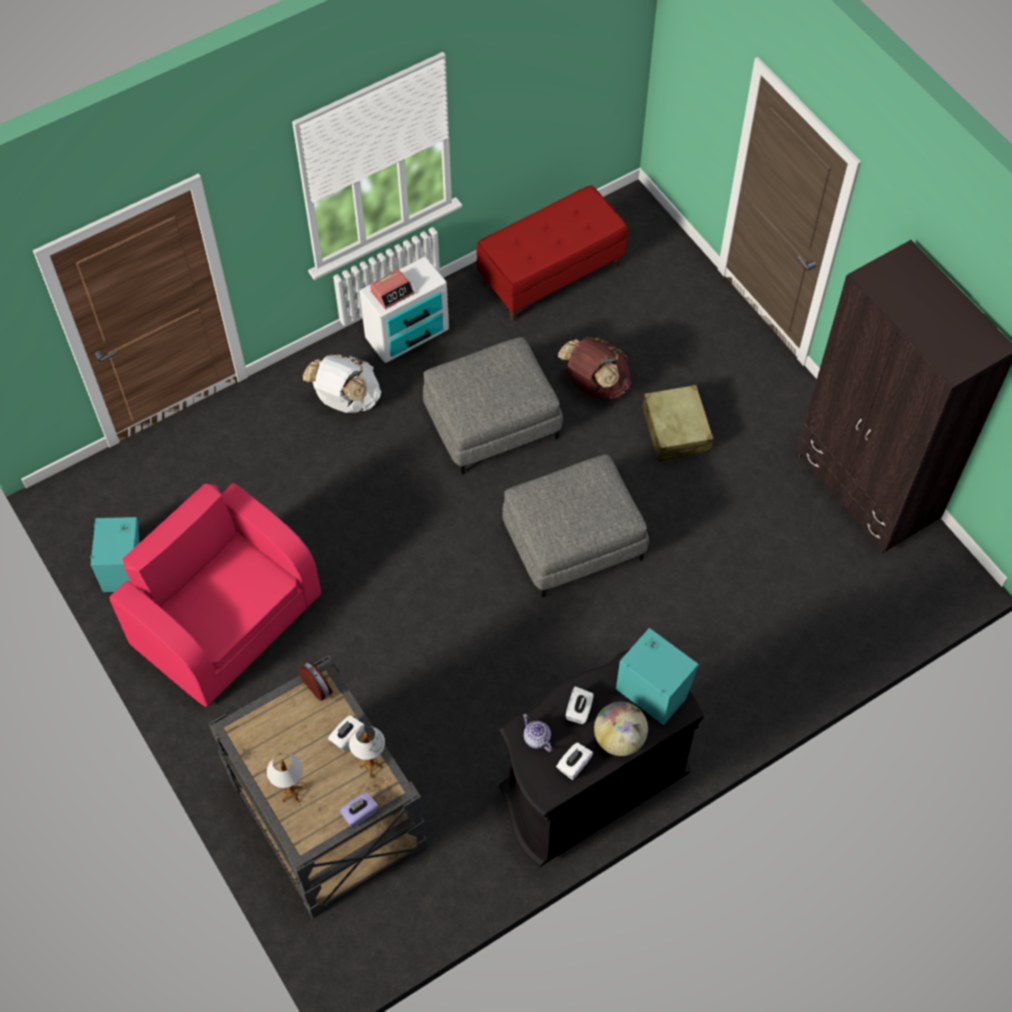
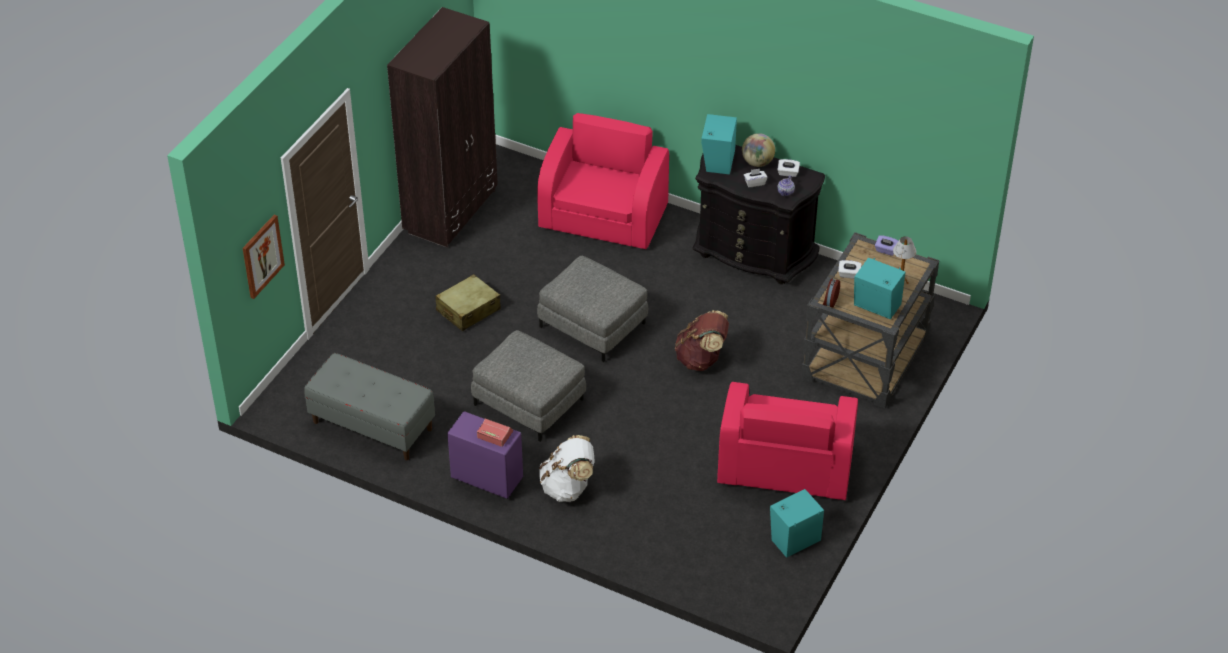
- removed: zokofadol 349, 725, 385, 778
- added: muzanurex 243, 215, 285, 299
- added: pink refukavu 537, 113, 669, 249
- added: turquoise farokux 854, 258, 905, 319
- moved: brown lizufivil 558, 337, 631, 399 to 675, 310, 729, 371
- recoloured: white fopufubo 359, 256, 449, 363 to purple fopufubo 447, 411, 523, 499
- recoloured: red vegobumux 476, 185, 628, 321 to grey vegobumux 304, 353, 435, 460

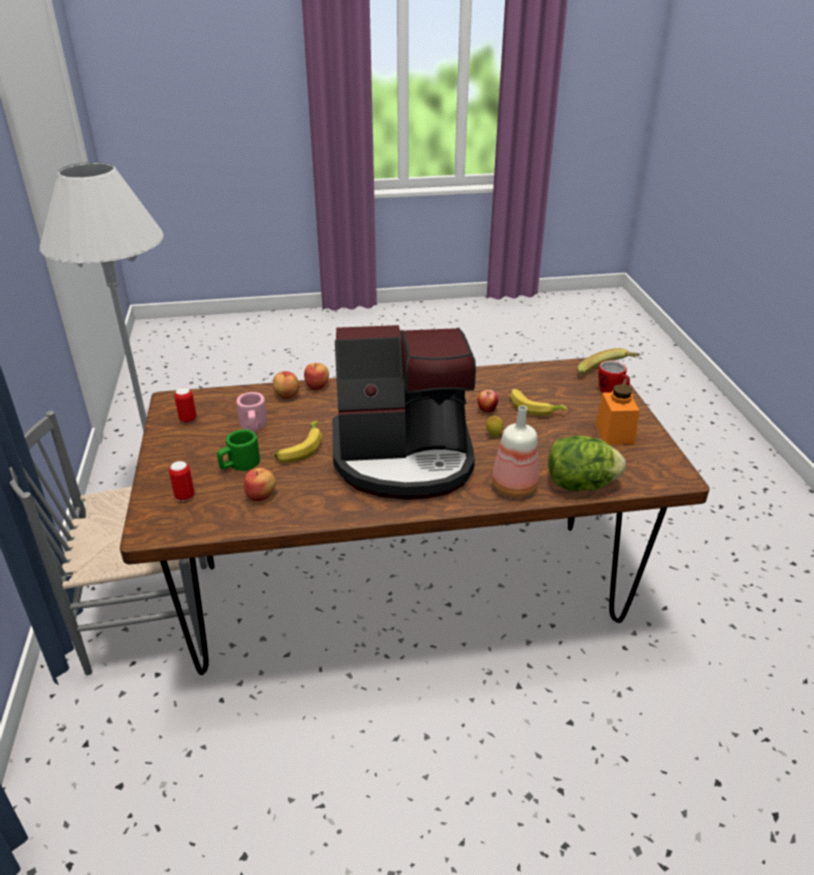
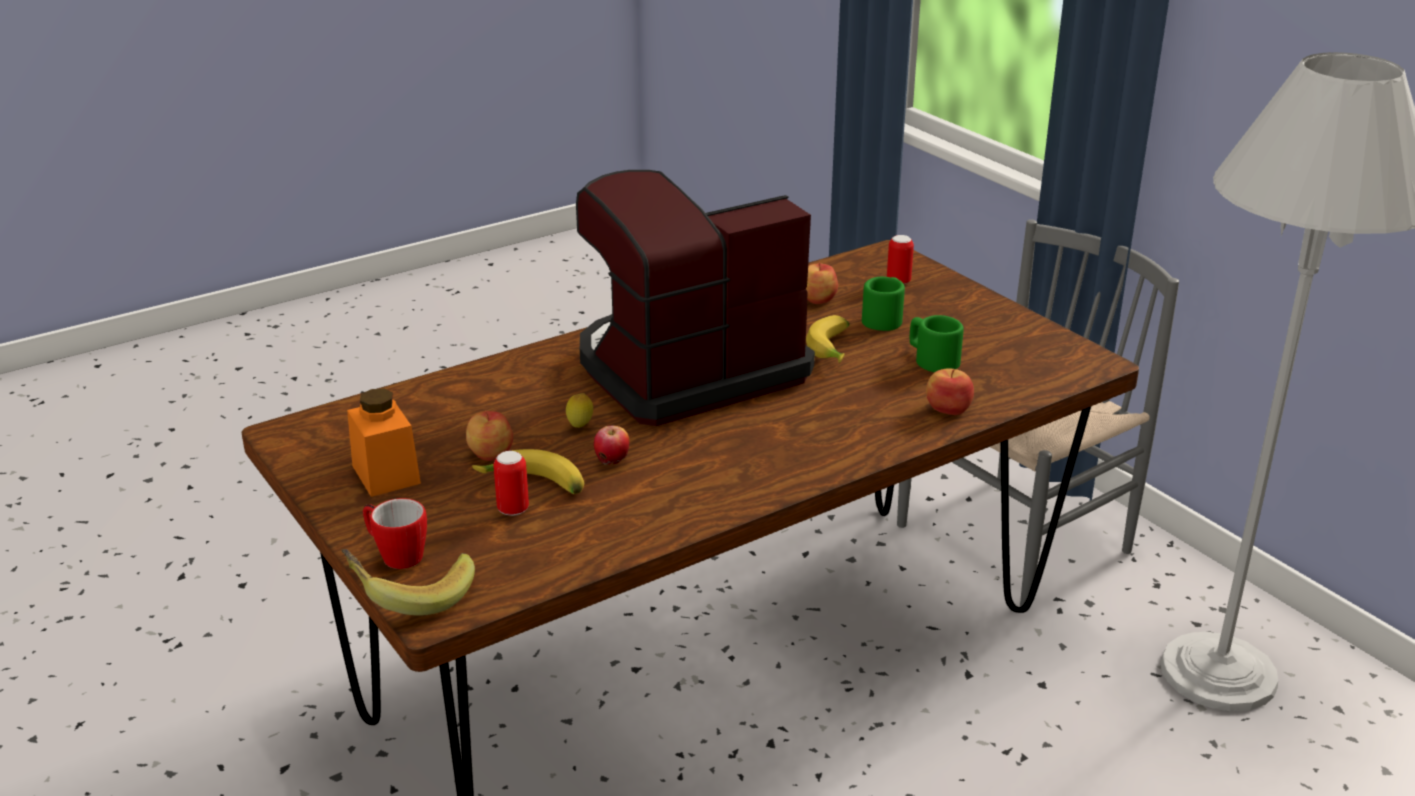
- removed: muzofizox 492, 405, 539, 497
- removed: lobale 548, 436, 626, 491
- moved: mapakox 174, 387, 197, 423 to 493, 451, 529, 516
- moved: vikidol 304, 363, 329, 390 to 466, 411, 513, 461
- recoloured: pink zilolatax 236, 392, 267, 433 to green zilolatax 910, 315, 964, 372

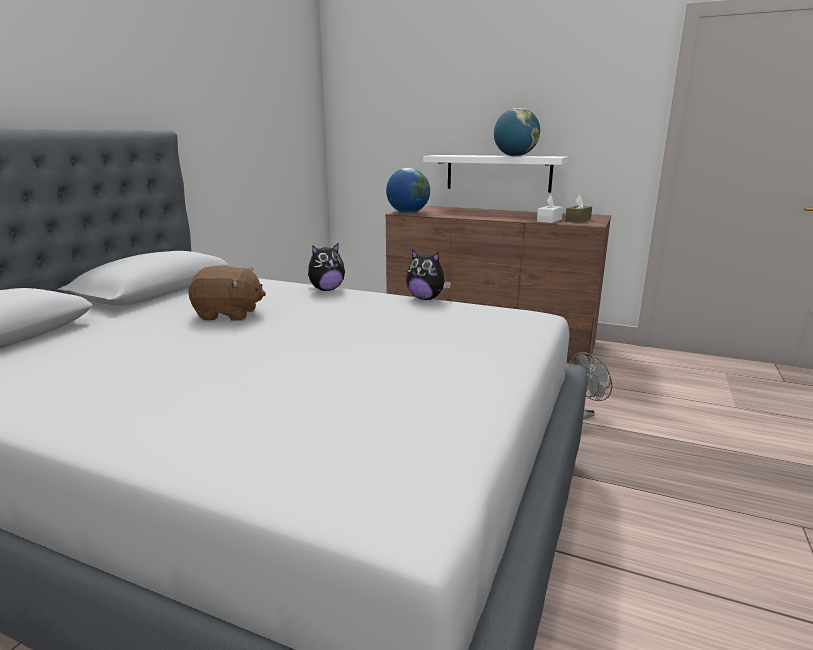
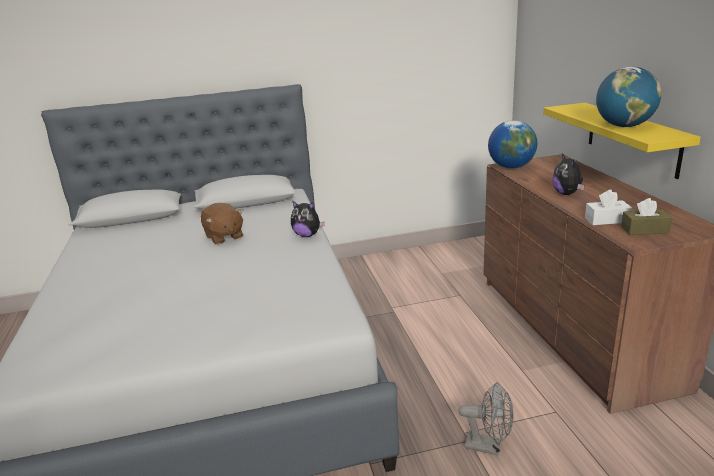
- moved: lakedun 406, 249, 451, 300 to 552, 153, 584, 195
- recoloured: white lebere 423, 155, 568, 193 to yellow lebere 543, 103, 701, 179

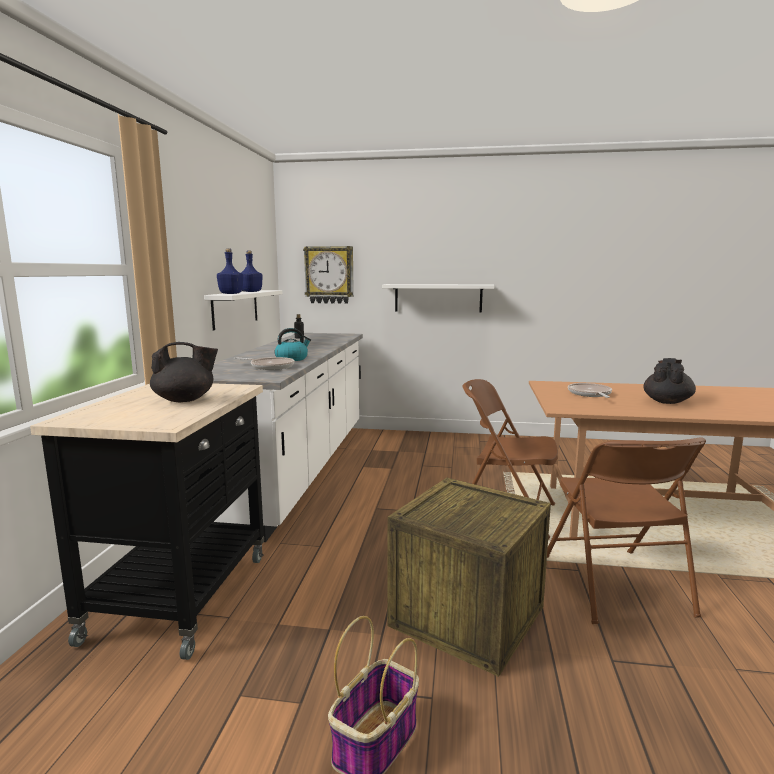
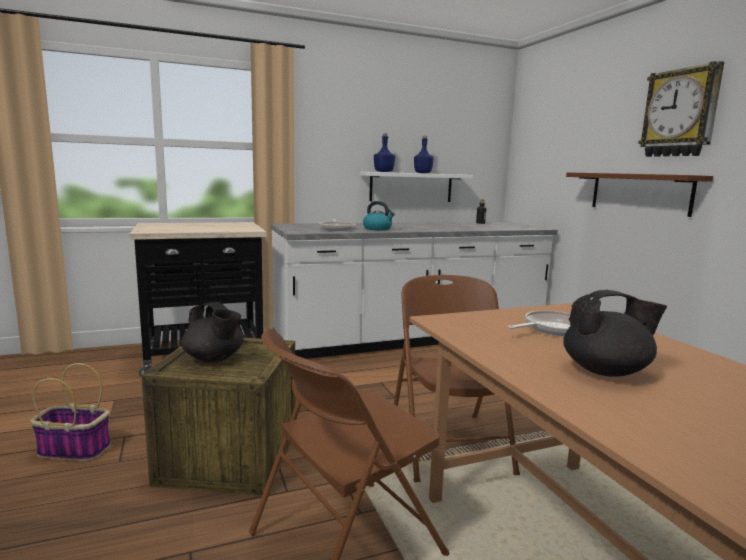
- moved: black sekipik 150, 342, 218, 402 to 181, 302, 244, 363
- moved: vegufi 303, 246, 354, 304 to 638, 61, 724, 157
- recoloured: white lebere 382, 284, 494, 312 to brown lebere 566, 172, 713, 217

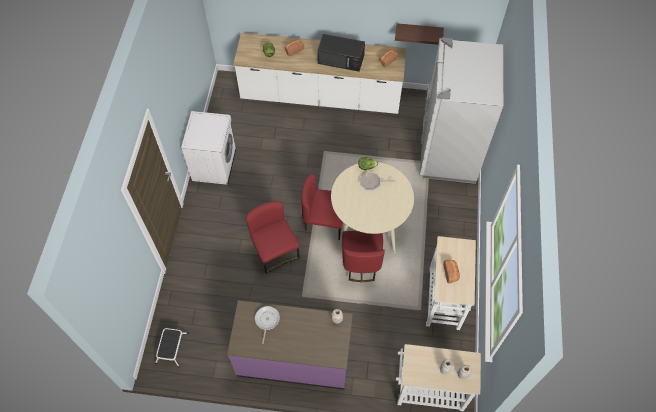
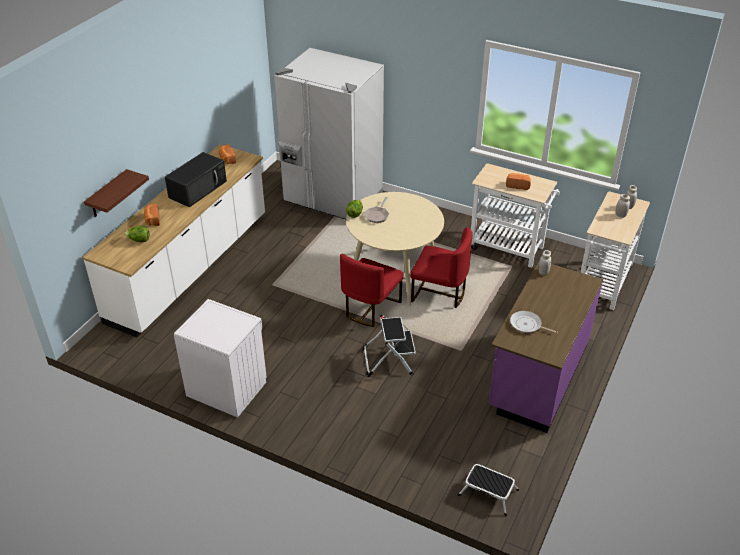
- moved: lebere 395, 23, 444, 45 to 84, 169, 149, 217
- replaced: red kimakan 246, 201, 300, 273 to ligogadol 362, 315, 416, 377

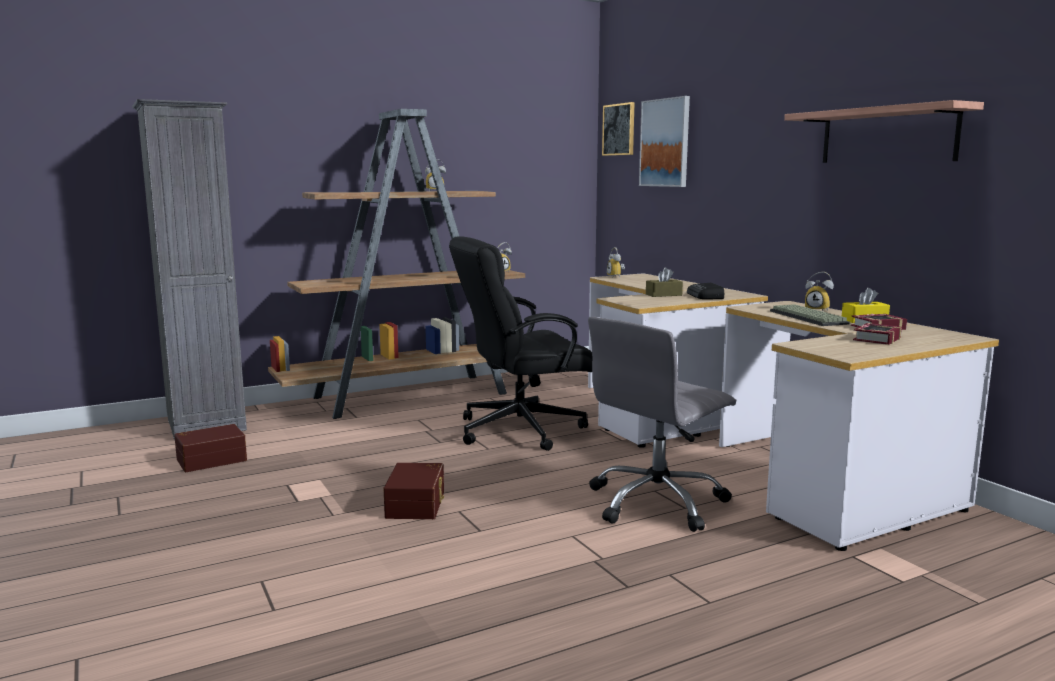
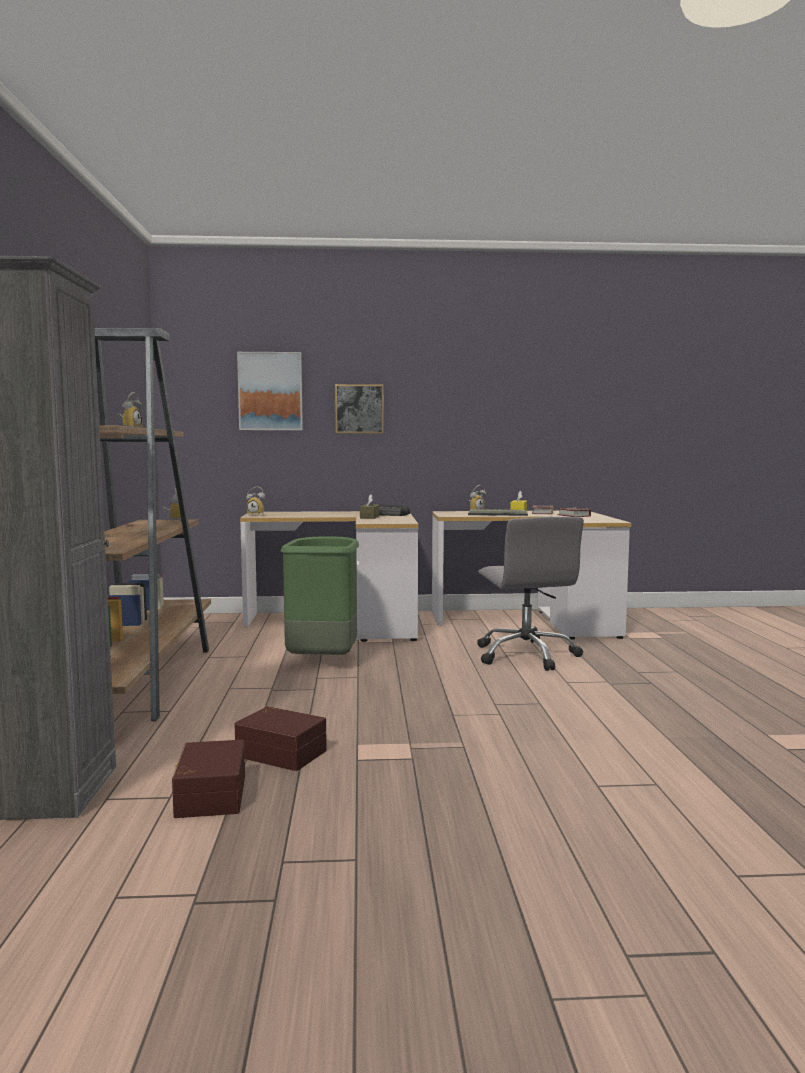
- removed: lebere 784, 100, 984, 163
- moved: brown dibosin 383, 463, 444, 519 to 235, 706, 327, 771
- moved: muzanurex 602, 102, 635, 156 to 335, 384, 384, 433
- replaced: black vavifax 449, 236, 592, 451 to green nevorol 281, 536, 359, 655

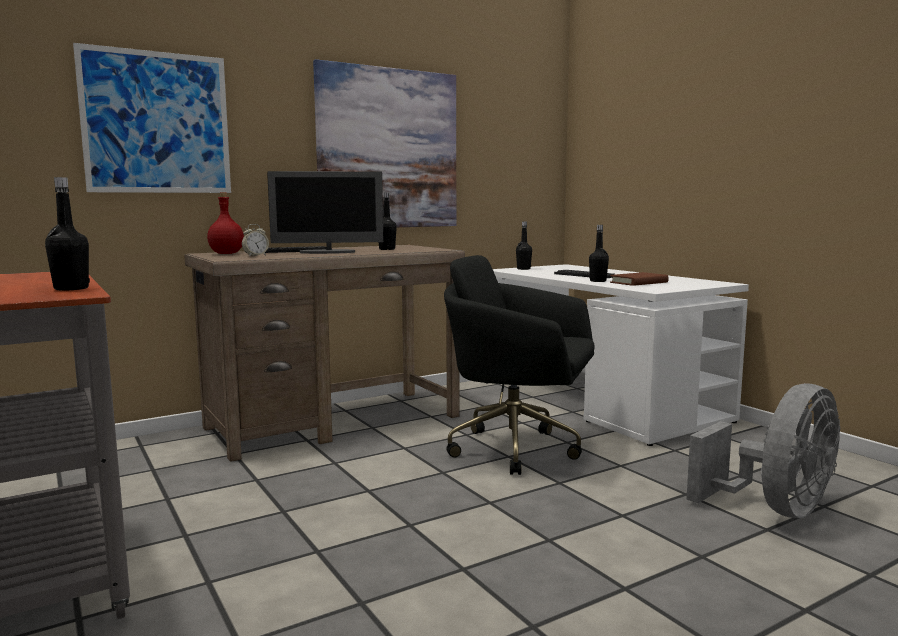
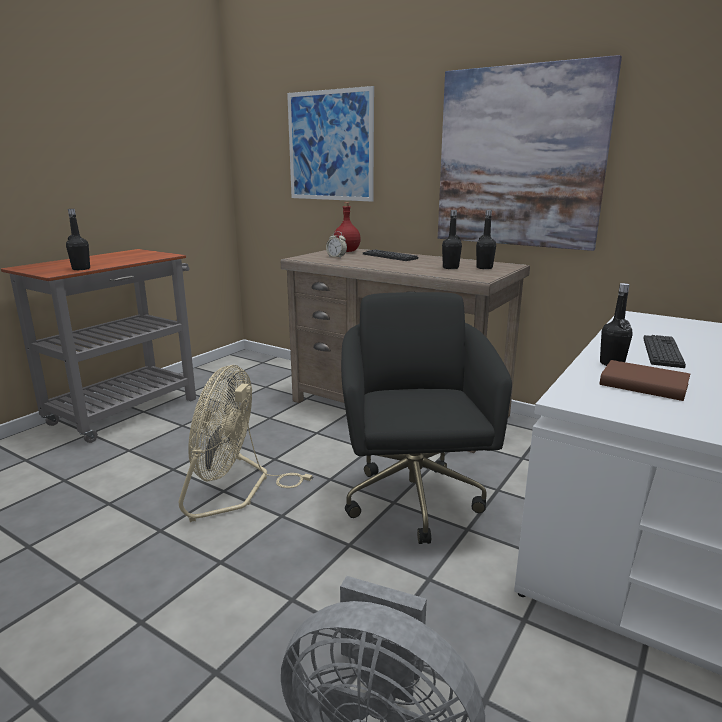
- removed: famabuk 267, 171, 383, 254
- added: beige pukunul 179, 365, 313, 522
- moved: black muzofizox 516, 221, 532, 270 to 476, 210, 496, 269

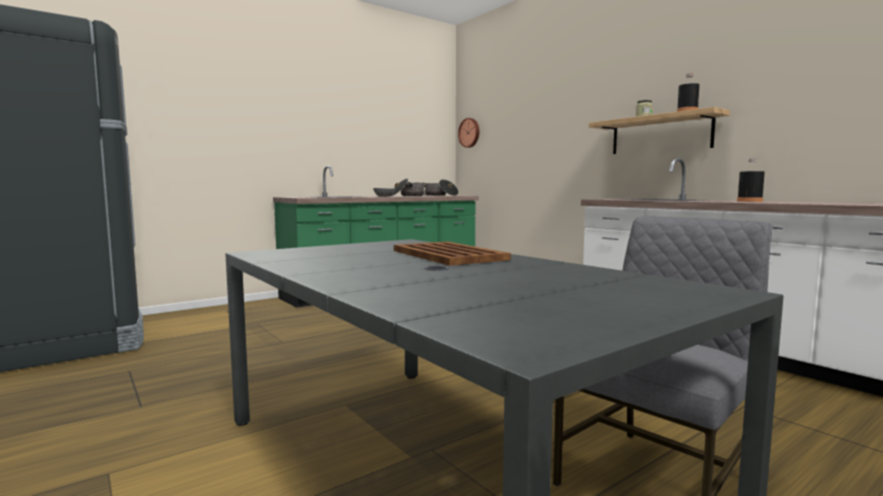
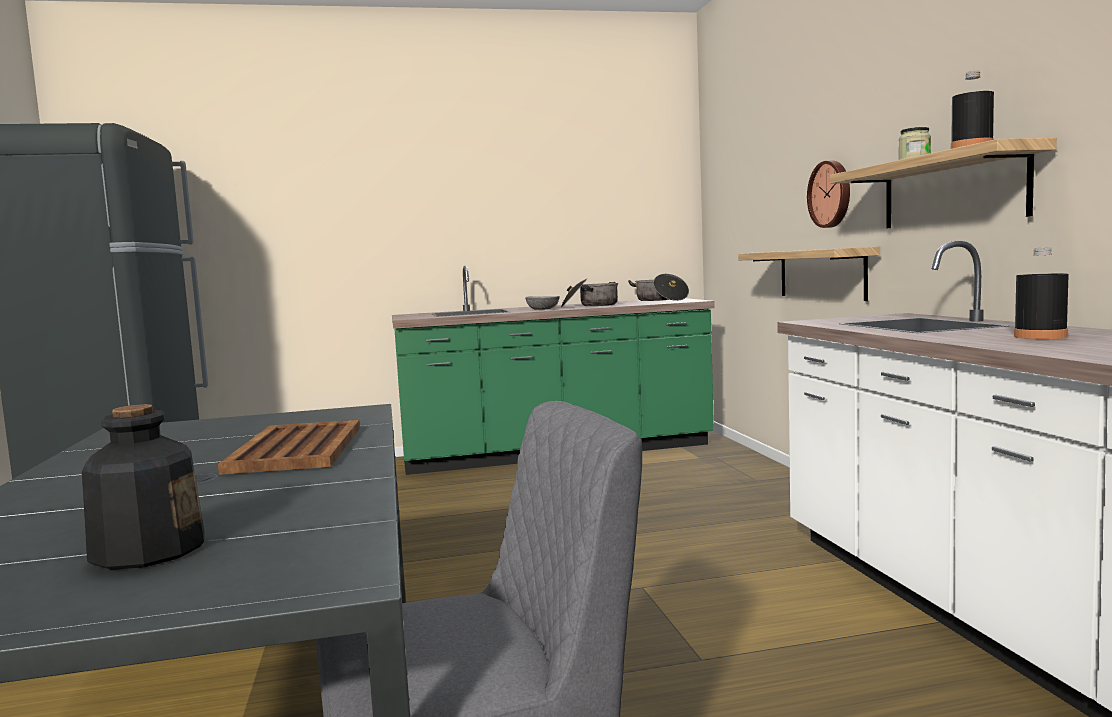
- added: muzofizox 82, 404, 205, 570
- added: lebere 738, 247, 880, 301
- moved: vegufi 458, 118, 479, 148 to 807, 161, 850, 228

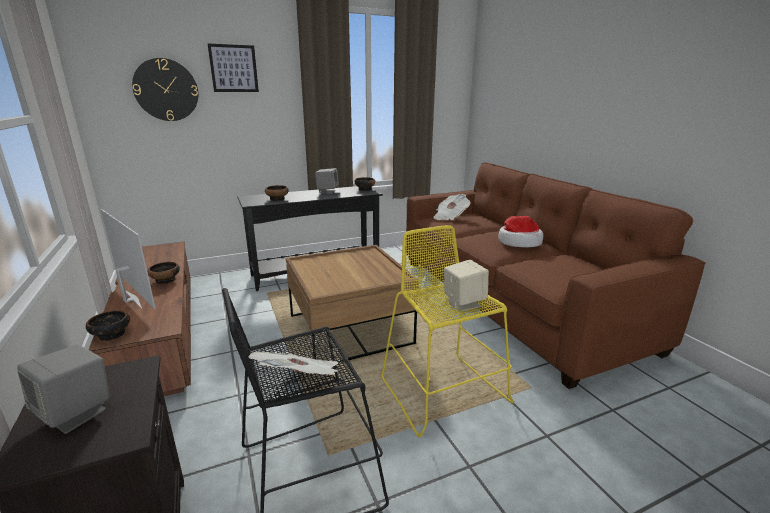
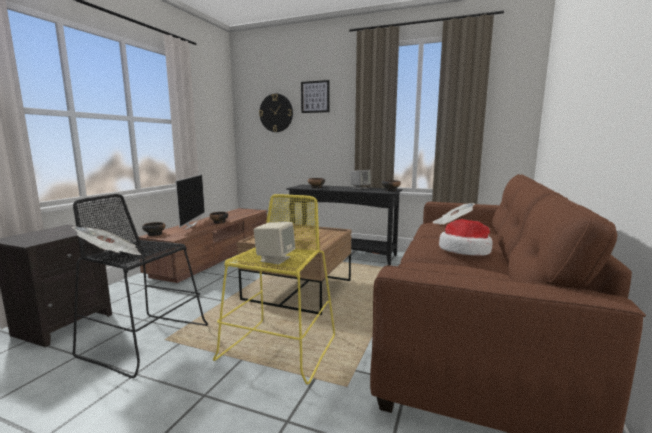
- removed: grey farokux 17, 345, 110, 434

